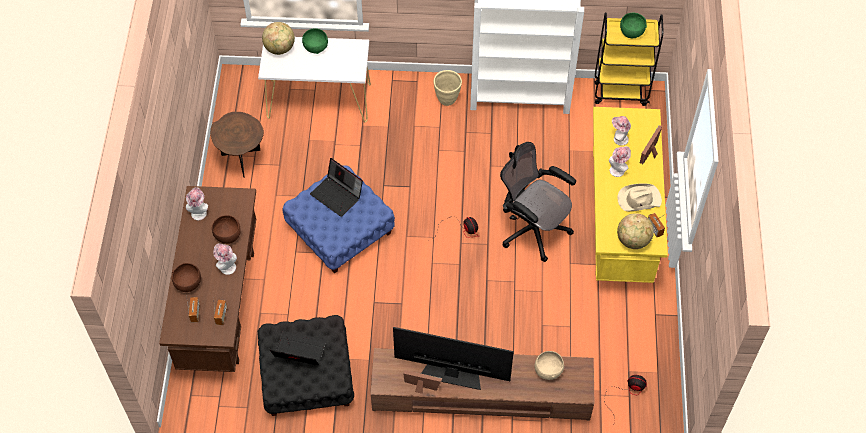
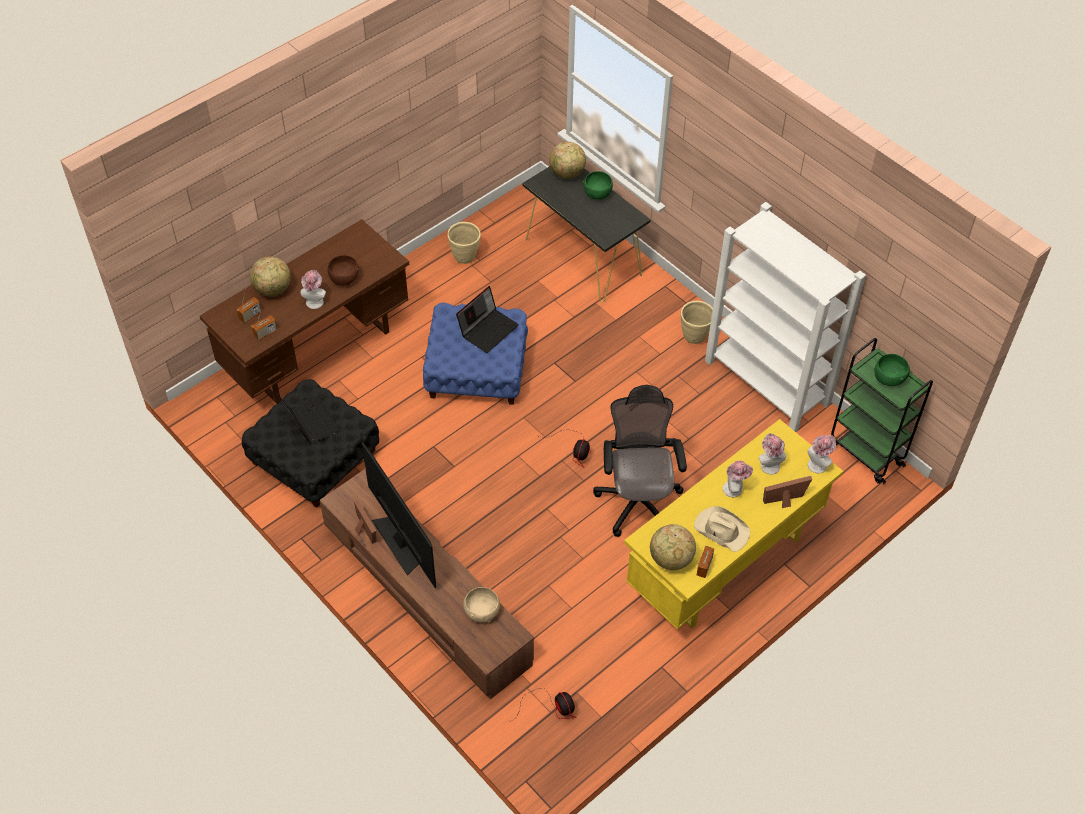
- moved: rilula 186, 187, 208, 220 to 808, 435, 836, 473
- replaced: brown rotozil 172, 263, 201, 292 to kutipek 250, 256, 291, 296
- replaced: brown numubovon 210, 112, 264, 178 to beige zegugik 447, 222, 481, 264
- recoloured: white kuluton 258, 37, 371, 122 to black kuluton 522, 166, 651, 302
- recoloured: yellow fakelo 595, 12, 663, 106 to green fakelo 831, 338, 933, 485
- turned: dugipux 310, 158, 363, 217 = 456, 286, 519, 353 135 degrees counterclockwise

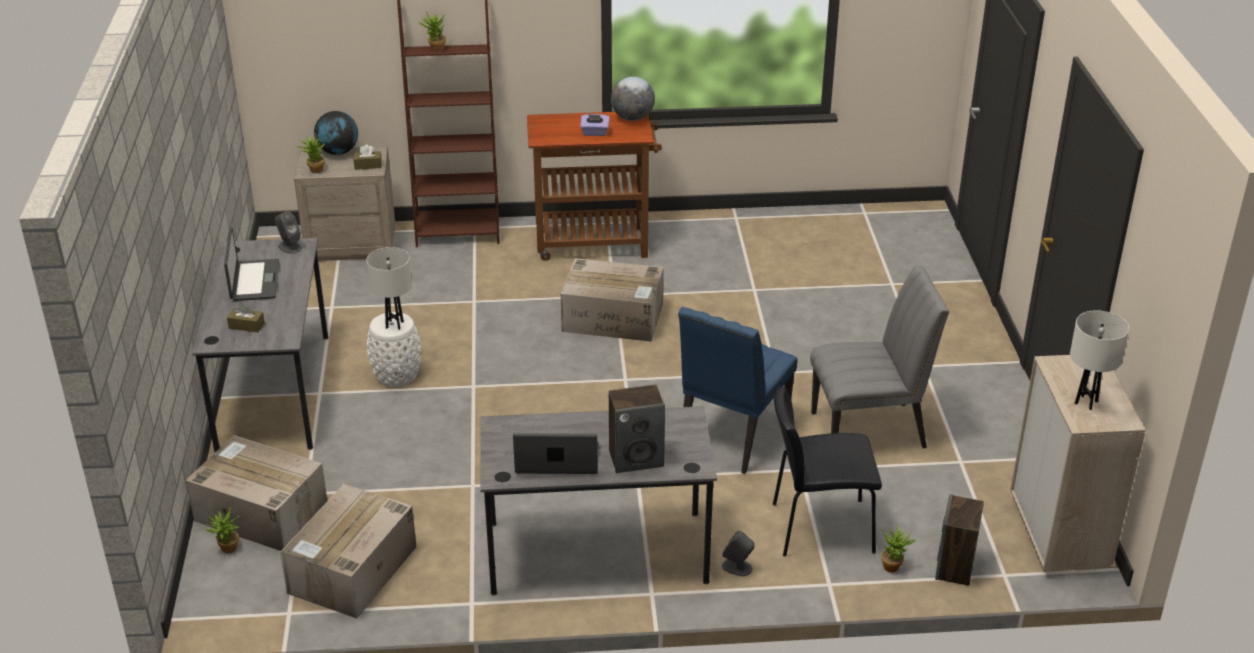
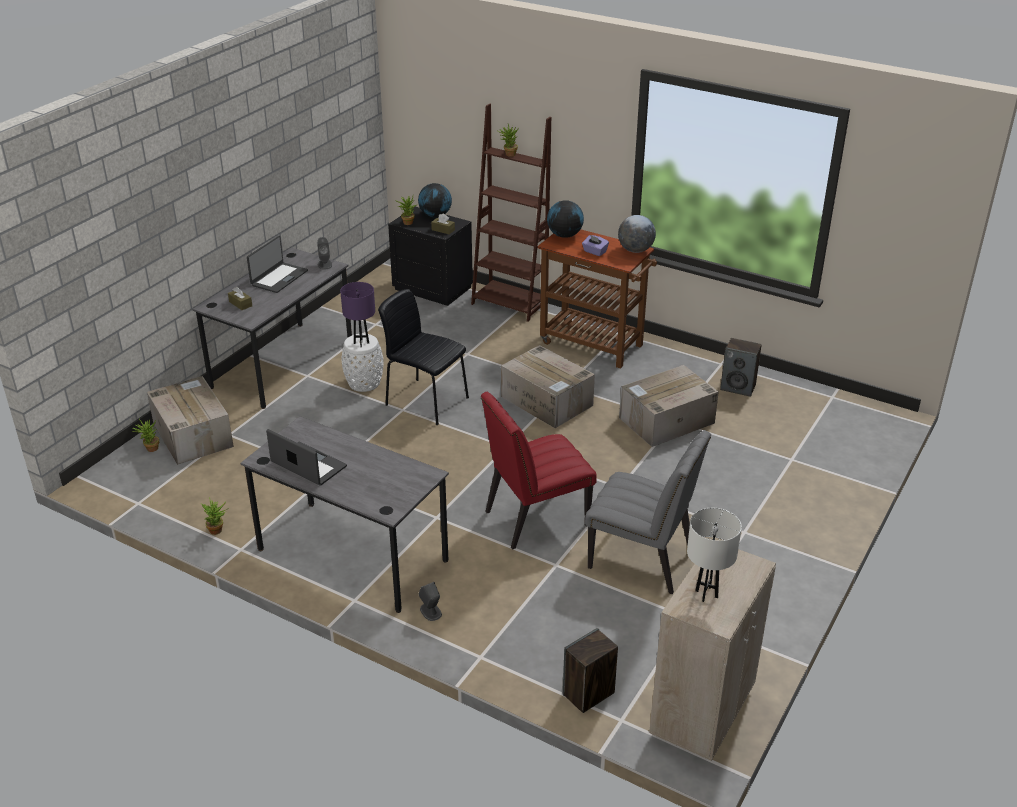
- added: kutipek 547, 200, 584, 238
- moved: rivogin 280, 484, 416, 619 to 619, 365, 719, 447
- moved: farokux 609, 385, 665, 473 to 720, 338, 762, 397
- moved: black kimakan 773, 387, 882, 556 to 378, 289, 469, 425
- moved: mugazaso 881, 526, 916, 573 to 201, 497, 229, 535
- recoloured: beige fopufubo 294, 146, 395, 261 to black fopufubo 388, 207, 473, 306
- recoloured: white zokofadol 366, 247, 412, 330 to purple zokofadol 340, 282, 375, 348
- recoloured: blue kimakan 678, 307, 798, 474 to red kimakan 481, 392, 597, 549

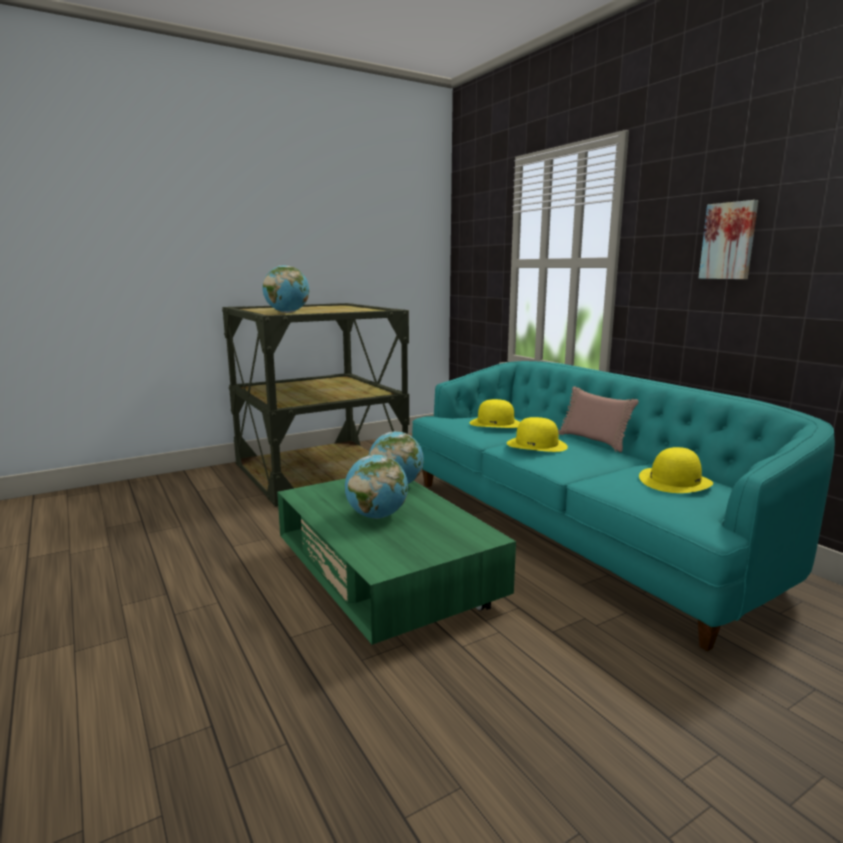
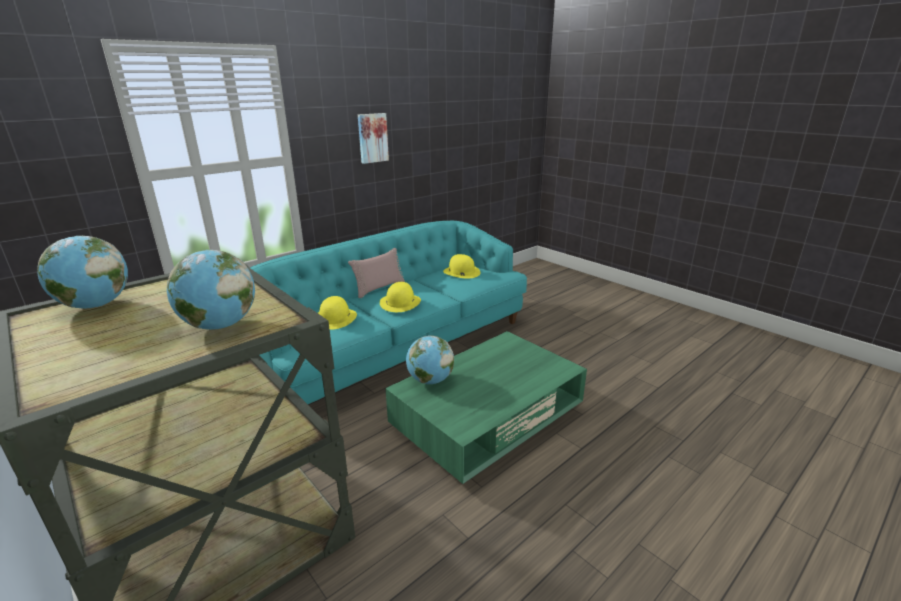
- moved: kutipek 345, 454, 408, 519 to 37, 236, 128, 309

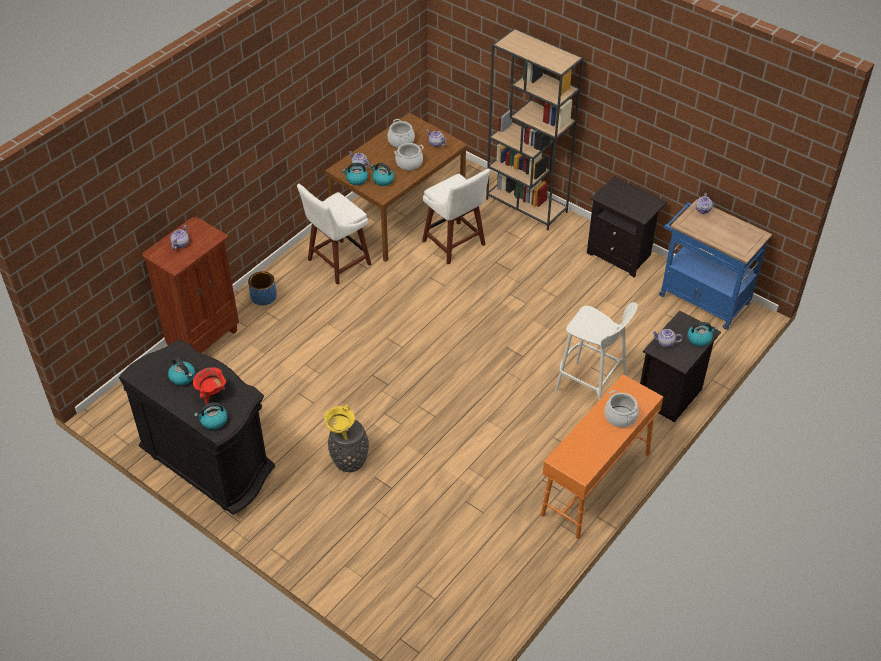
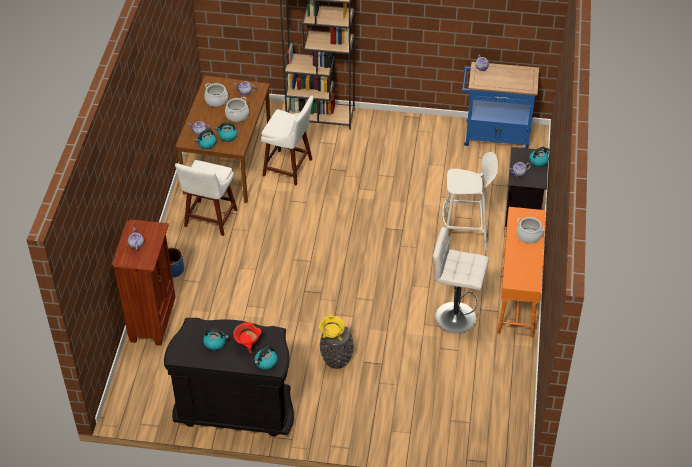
- removed: black fopufubo 587, 177, 667, 278
- added: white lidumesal 433, 227, 489, 334

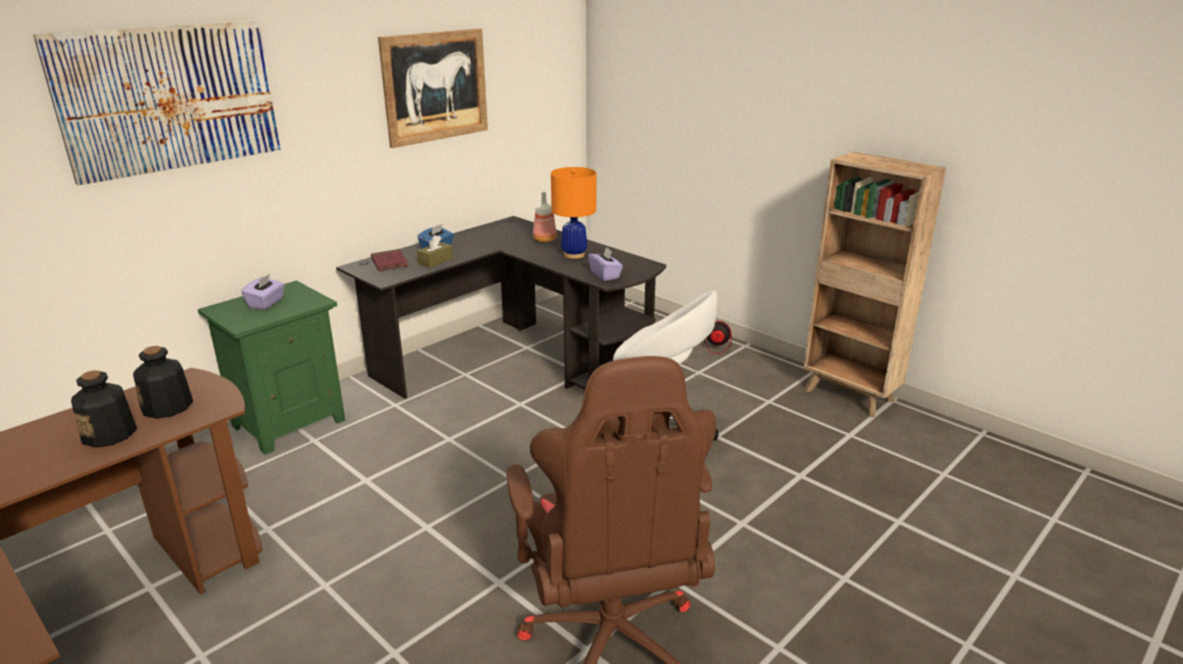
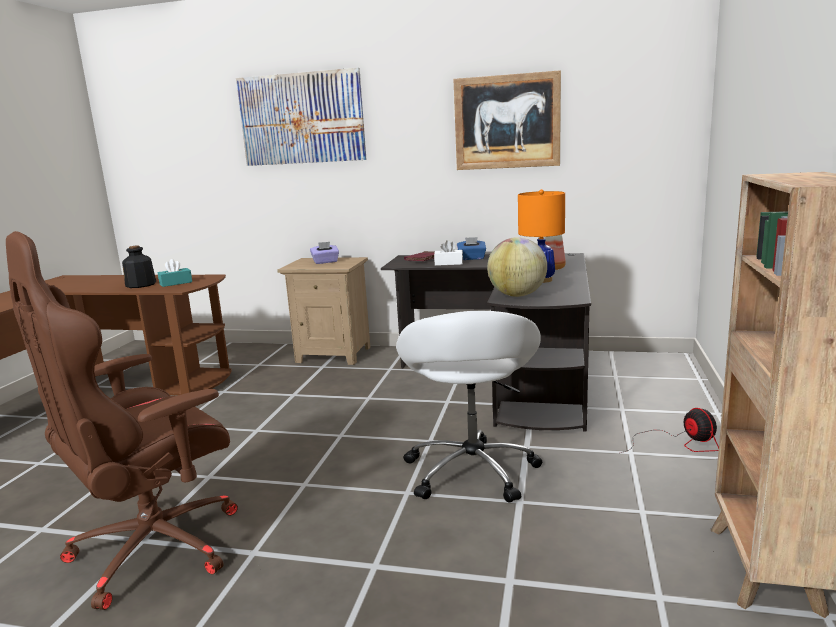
- replaced: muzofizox 133, 346, 193, 419 to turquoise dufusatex 158, 259, 192, 287
- replaced: purple dufusatex 588, 247, 623, 281 to kutipek 487, 237, 547, 297
- recoloured: green fopufubo 198, 280, 345, 455 to beige fopufubo 277, 257, 370, 365
- recoloured: brown dufusatex 417, 235, 453, 268 to white dufusatex 434, 240, 463, 266

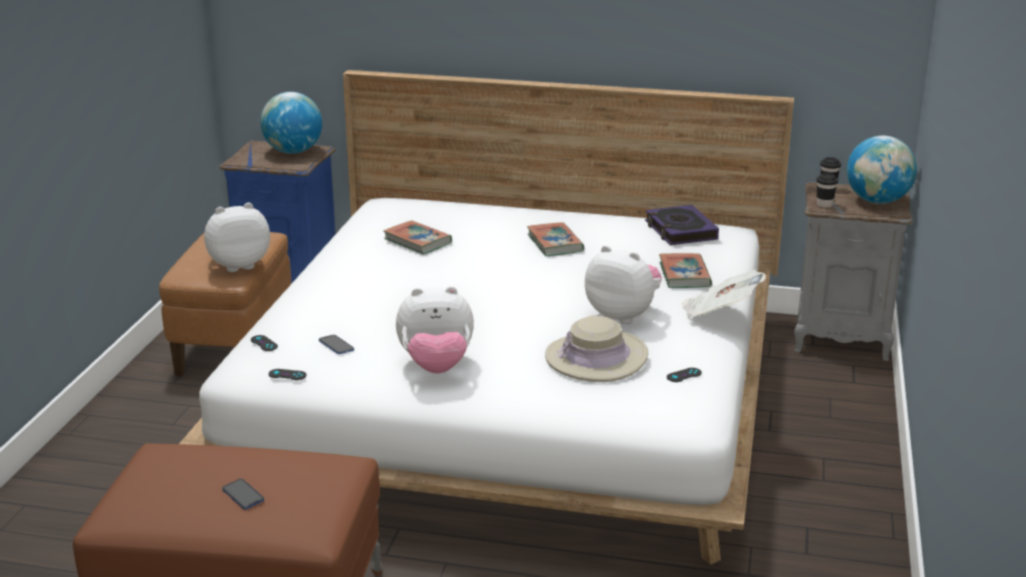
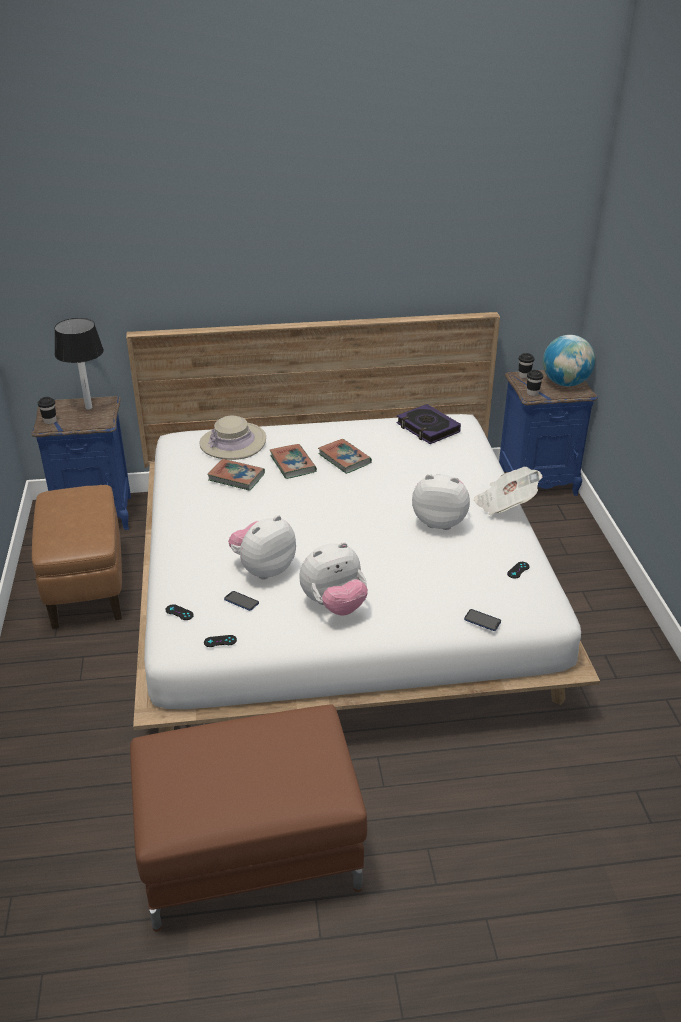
- added: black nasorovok 38, 397, 56, 424
- moved: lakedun 204, 203, 270, 272 to 228, 515, 296, 580
- moved: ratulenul 222, 479, 264, 510 to 464, 609, 501, 631
- moved: beige rilula 545, 316, 648, 382 to 200, 415, 266, 460
- moved: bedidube 659, 253, 712, 288 to 270, 444, 317, 479
- replaced: kutipek 260, 92, 322, 154 to zokofadol 55, 318, 104, 410
- recoloured: grey fopufubo 795, 182, 913, 361 to blue fopufubo 499, 370, 598, 496

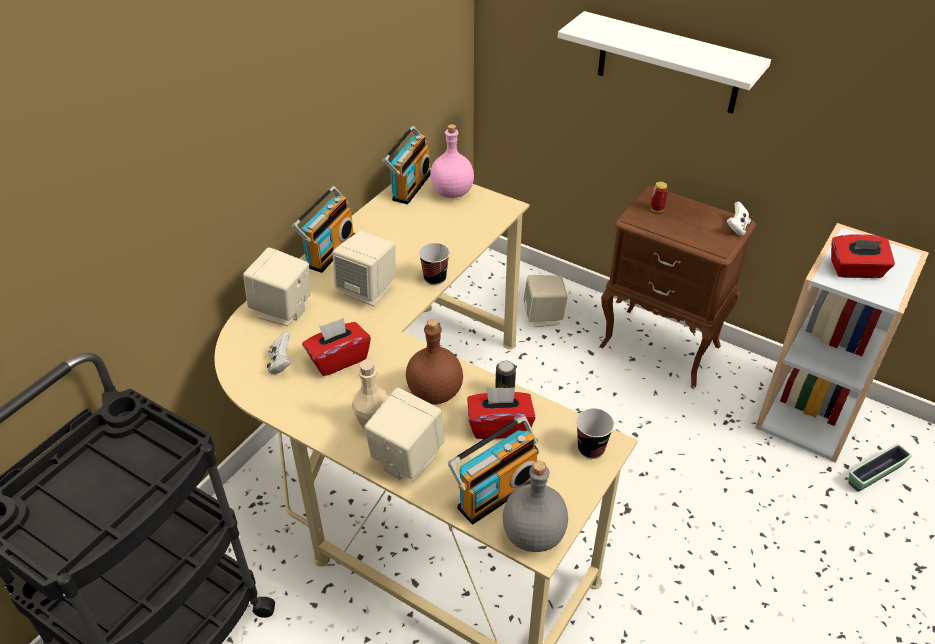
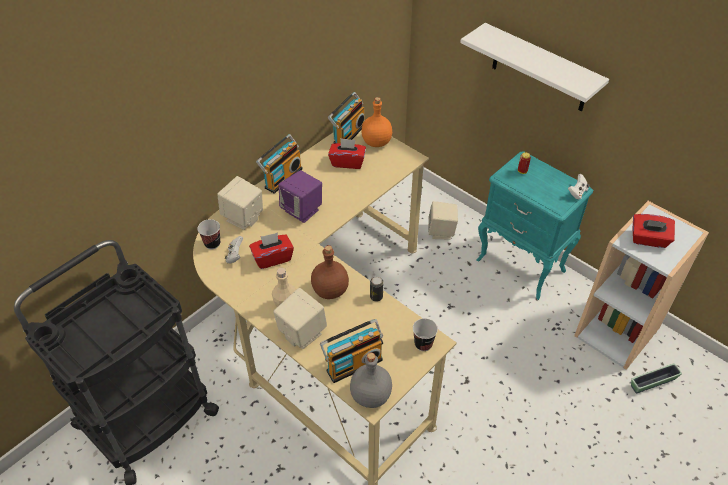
- moved: nasorovok 419, 243, 450, 285 to 197, 219, 220, 249
- moved: red dufusatex 467, 387, 535, 439 to 328, 138, 366, 169
- recoloured: beige farokux 332, 231, 396, 306 to purple farokux 279, 170, 322, 223
- recoloured: pink muzofizox 430, 124, 474, 198 to orange muzofizox 361, 97, 392, 147
- recoloured: brown fopufubo 599, 186, 756, 387 to turquoise fopufubo 477, 152, 593, 300

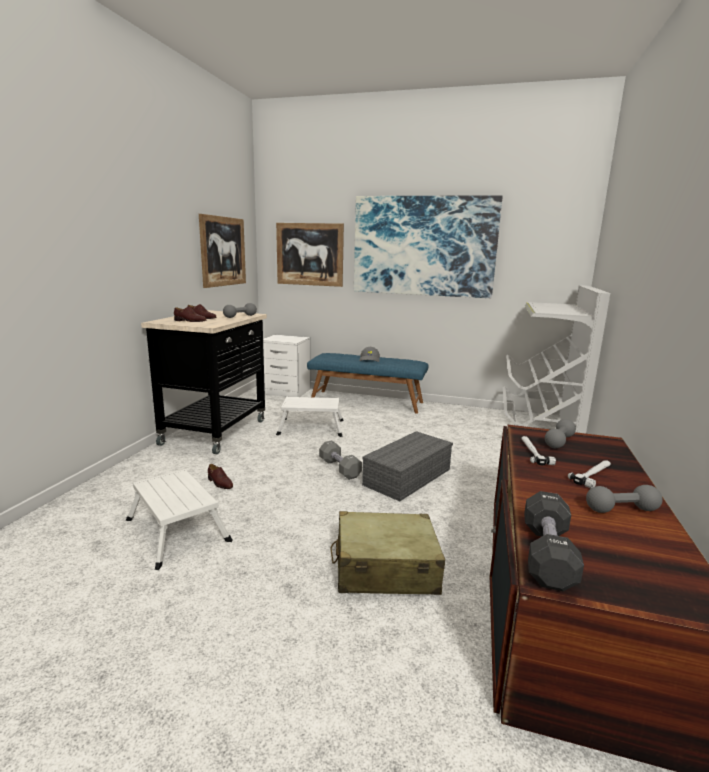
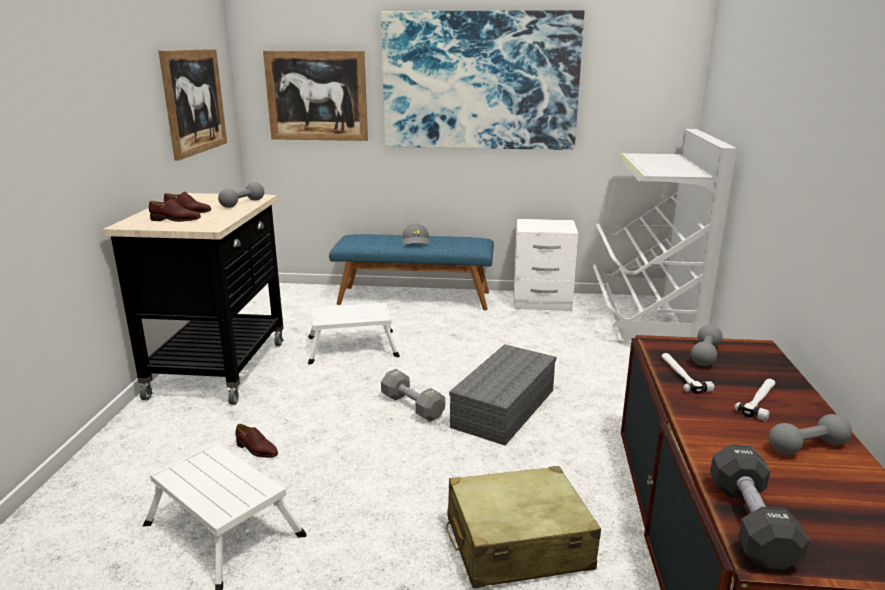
- moved: white fopufubo 263, 335, 310, 397 to 514, 219, 578, 311

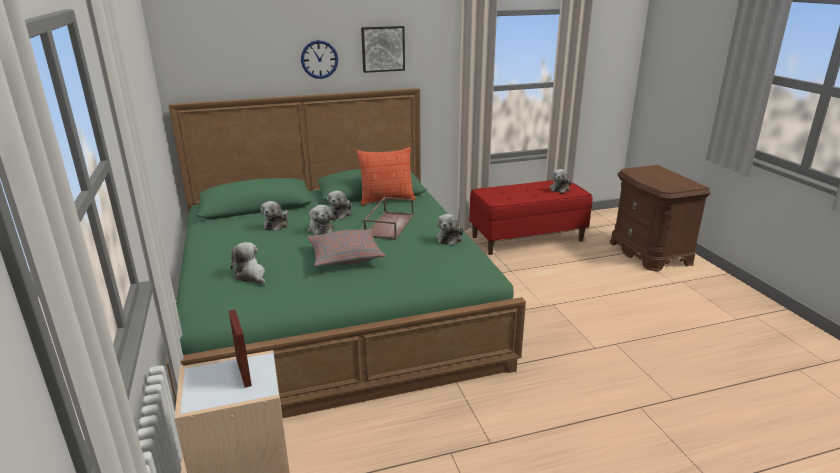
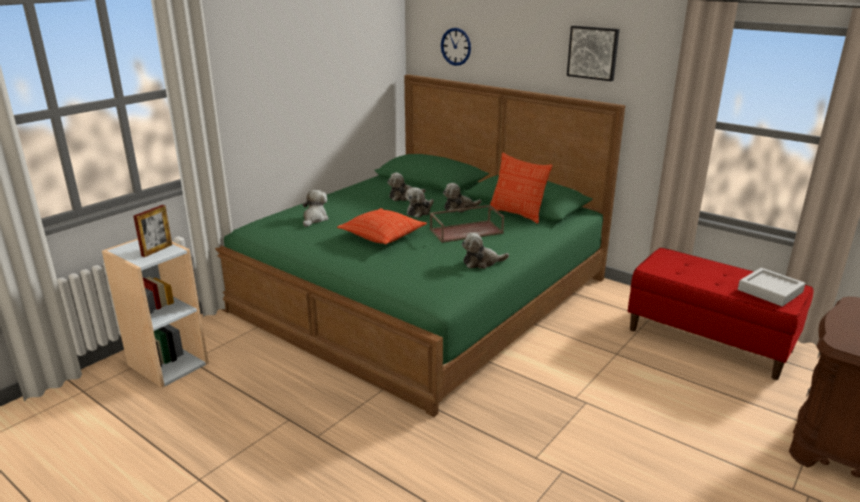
- moved: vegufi 301, 40, 338, 79 to 441, 28, 471, 66
- replaced: lakedun 549, 169, 572, 193 to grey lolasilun 738, 268, 805, 306
- recoloured: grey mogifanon 307, 229, 386, 266 to orange mogifanon 337, 208, 427, 244

